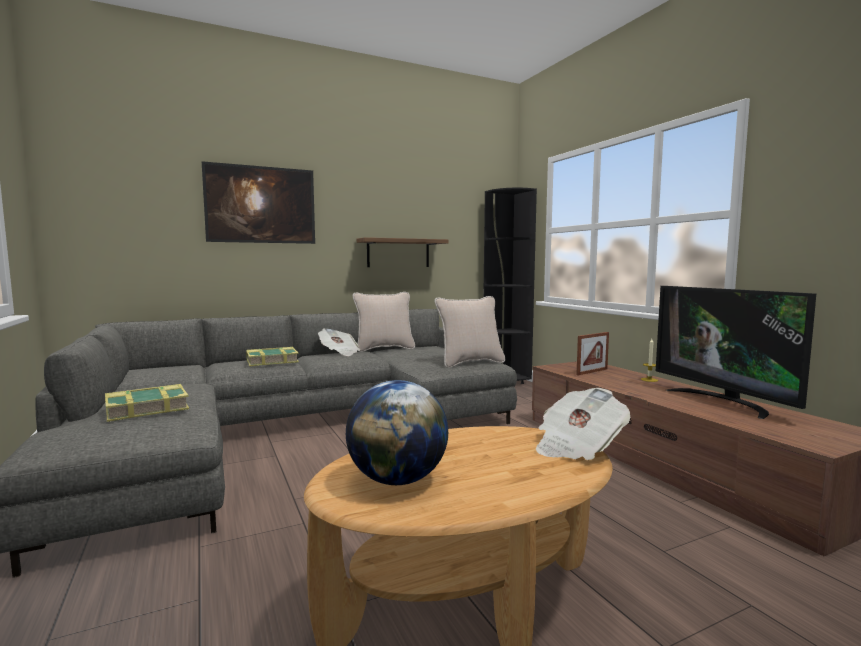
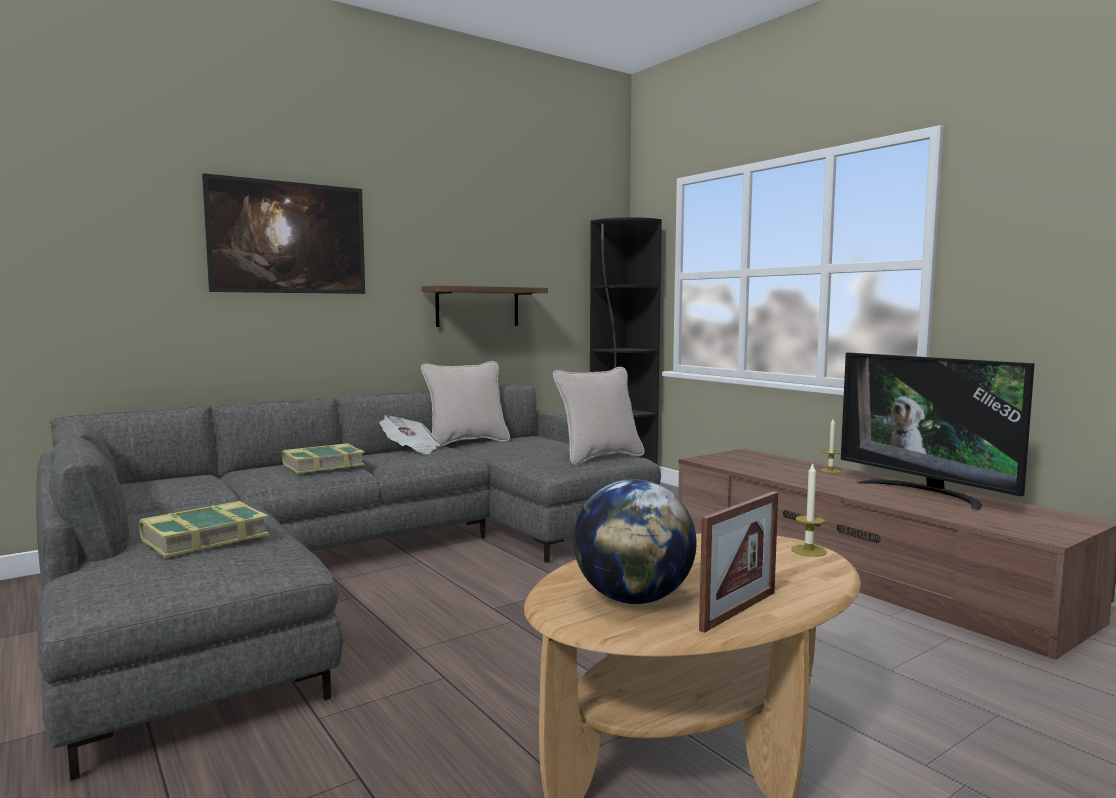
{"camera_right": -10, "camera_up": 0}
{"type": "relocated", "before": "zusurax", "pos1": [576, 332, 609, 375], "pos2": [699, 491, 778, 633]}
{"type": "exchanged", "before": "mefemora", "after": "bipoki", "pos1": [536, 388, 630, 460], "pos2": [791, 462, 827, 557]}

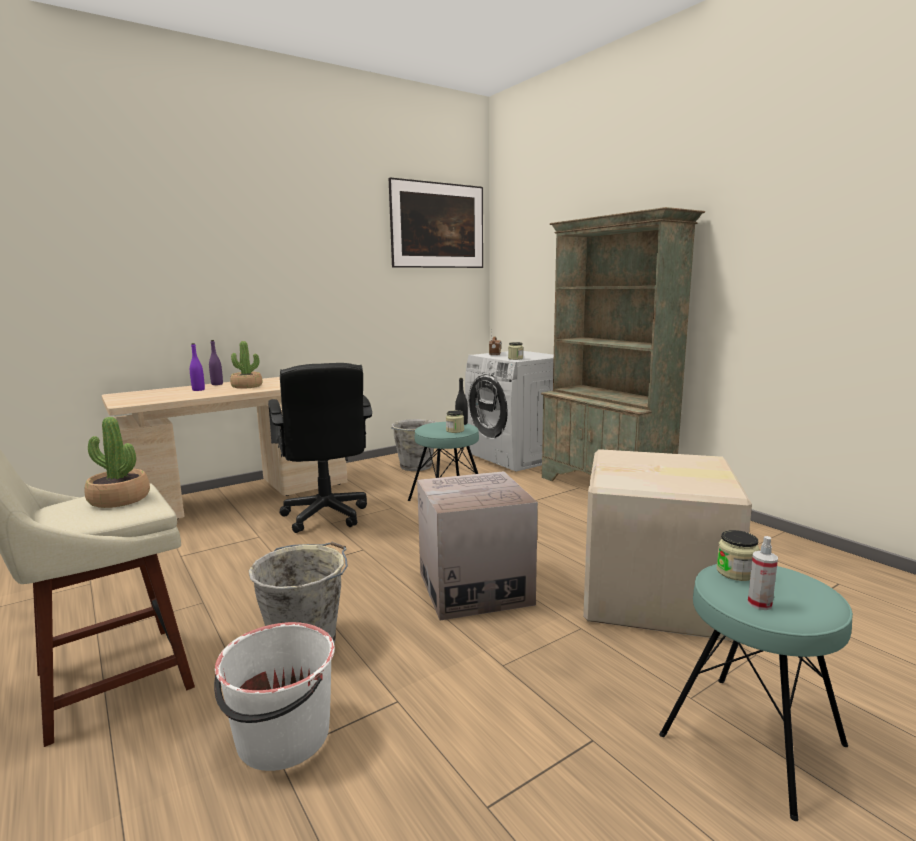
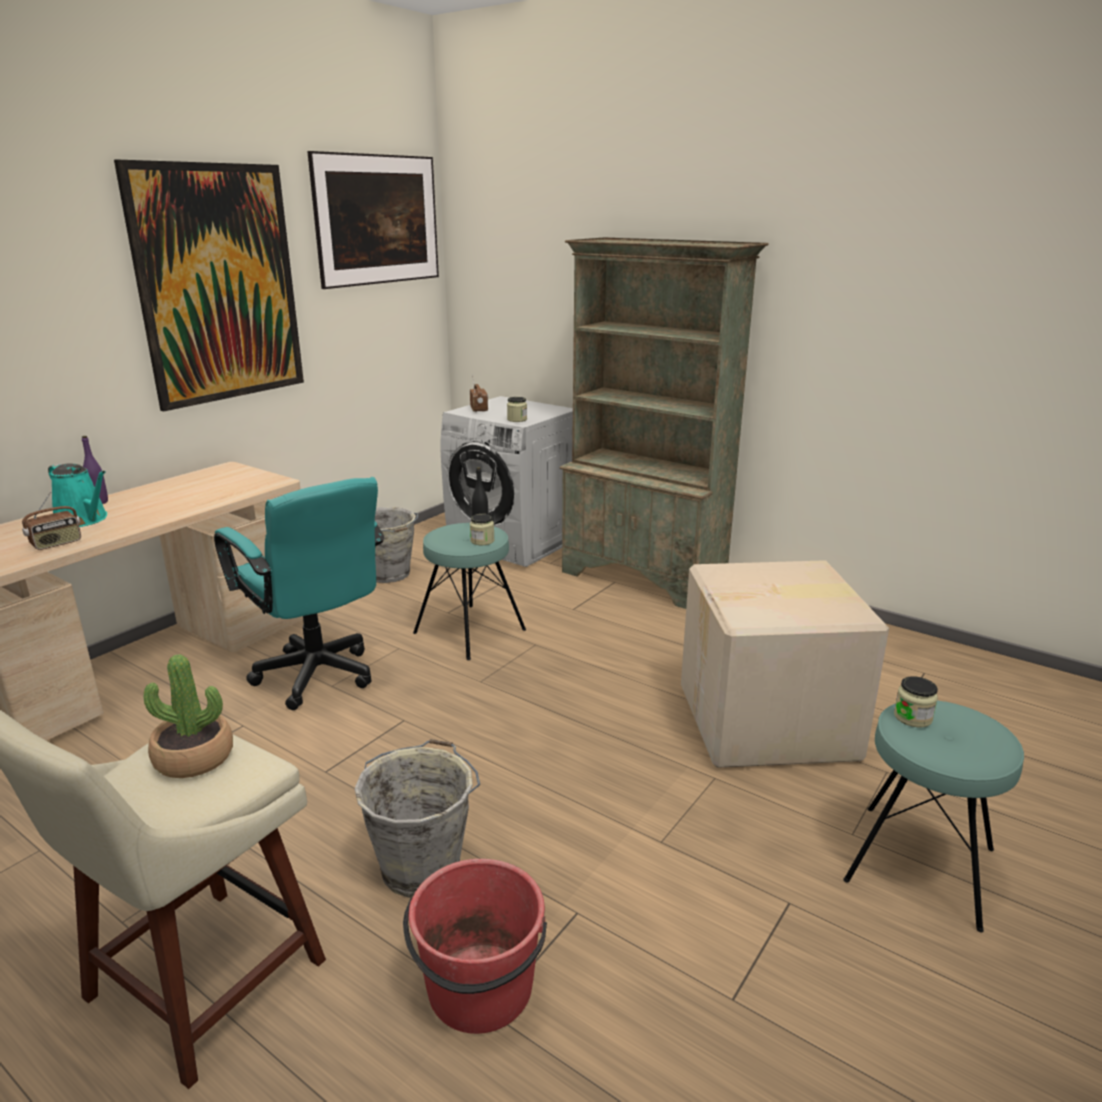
{"camera_right": -20, "camera_up": 10}
{"type": "appeared", "after": "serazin", "pos2": [22, 492, 81, 550]}
{"type": "exchanged", "before": "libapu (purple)", "after": "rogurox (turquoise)", "pos1": [190, 343, 205, 391], "pos2": [48, 463, 107, 527]}
{"type": "appeared", "after": "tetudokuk", "pos2": [114, 160, 304, 411]}
{"type": "colour", "before": "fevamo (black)", "after": "fevamo (turquoise)", "pos1": [268, 363, 372, 533], "pos2": [214, 477, 384, 710]}
{"type": "colour", "before": "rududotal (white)", "after": "rududotal (red)", "pos1": [214, 622, 335, 771], "pos2": [403, 859, 547, 1034]}
{"type": "missing", "before": "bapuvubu", "pos1": [230, 341, 262, 389]}
{"type": "missing", "before": "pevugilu", "pos1": [417, 471, 538, 620]}
{"type": "missing", "before": "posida", "pos1": [748, 536, 778, 610]}

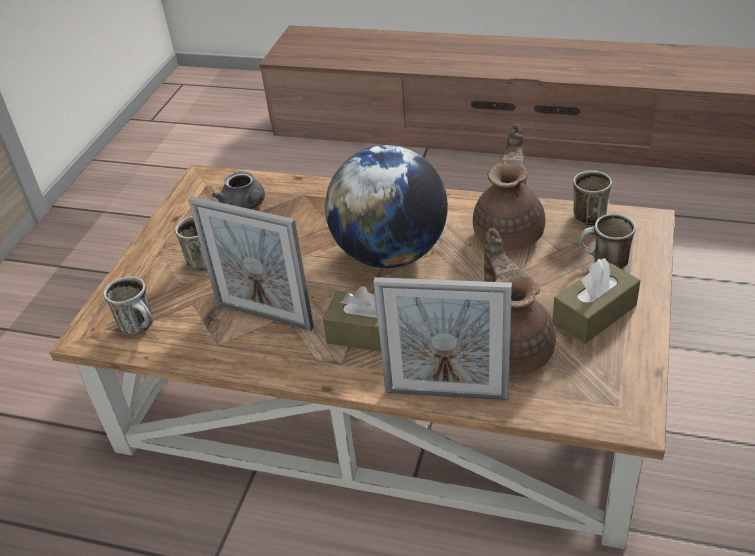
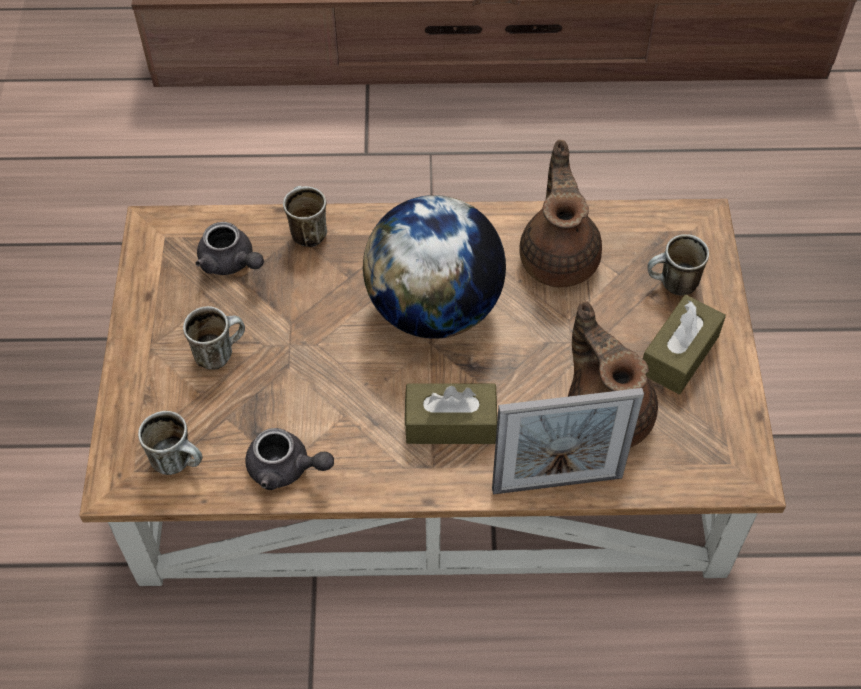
{"camera_right": -20, "camera_up": 15}
{"type": "appeared", "after": "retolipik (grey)", "pos2": [245, 428, 334, 490]}
{"type": "relocated", "before": "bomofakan", "pos1": [573, 171, 612, 226], "pos2": [283, 186, 327, 247]}
{"type": "missing", "before": "zusurax", "pos1": [188, 196, 314, 331]}

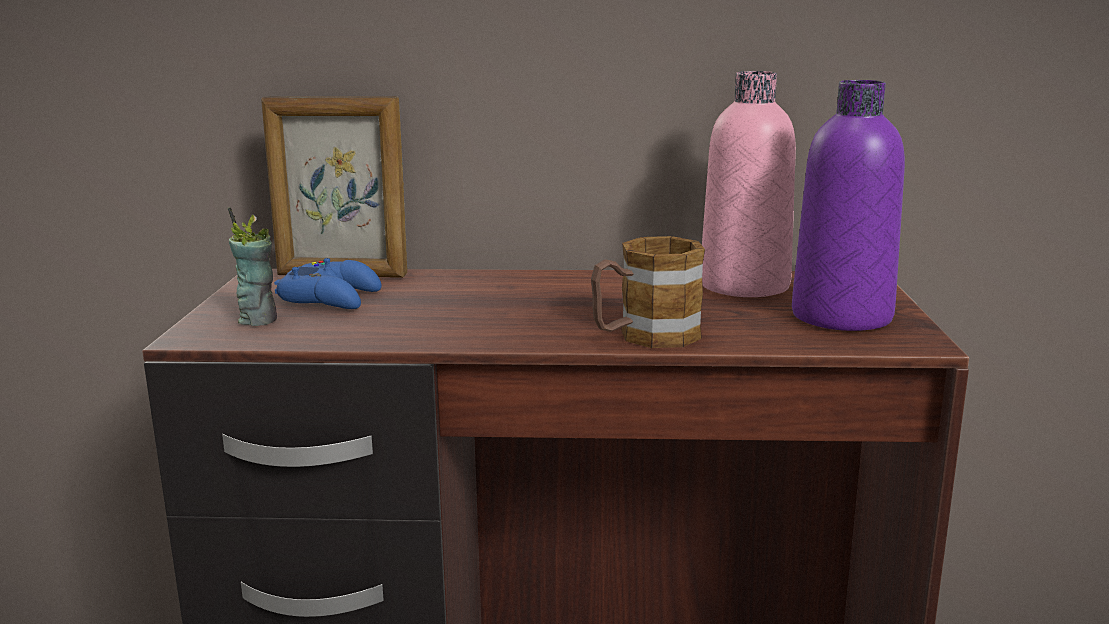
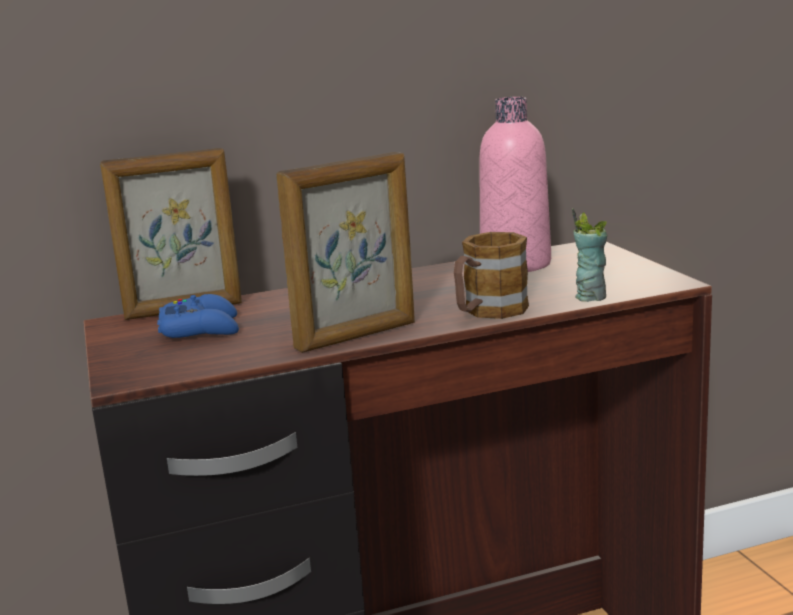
{"camera_right": -20, "camera_up": 0}
{"type": "appeared", "after": "zusurax", "pos2": [277, 152, 415, 353]}
{"type": "relocated", "before": "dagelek", "pos1": [228, 207, 277, 326], "pos2": [572, 208, 607, 302]}
{"type": "missing", "before": "libapu (purple)", "pos1": [792, 80, 905, 331]}

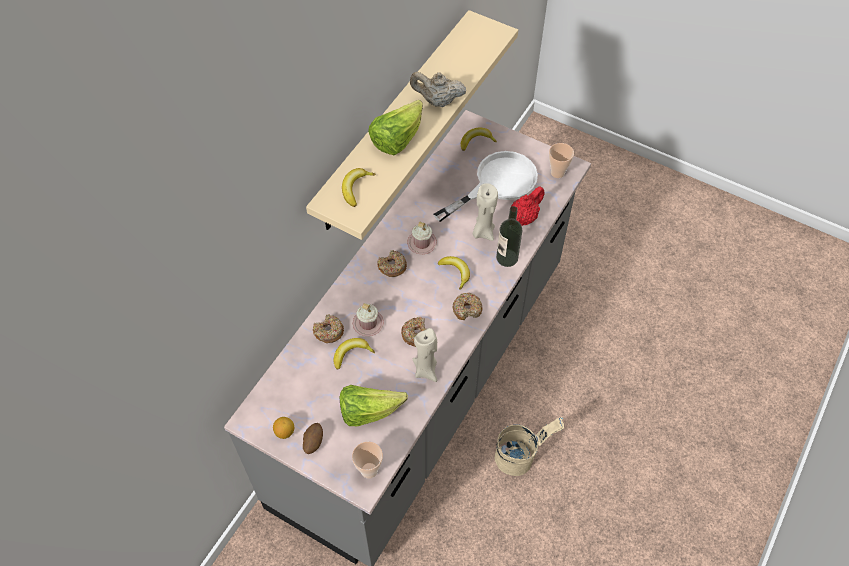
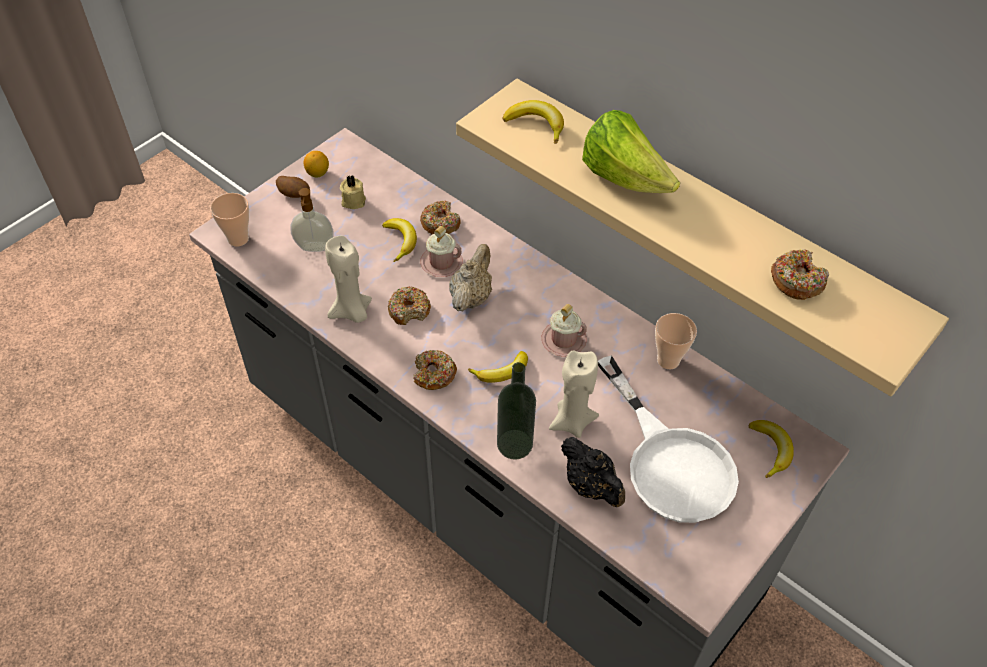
{"camera_right": 100, "camera_up": -5}
{"type": "exchanged", "before": "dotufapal", "after": "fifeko", "pos1": [340, 385, 408, 426], "pos2": [290, 188, 333, 252]}
{"type": "appeared", "after": "bipoki (beige)", "pos2": [340, 175, 366, 209]}
{"type": "relocated", "before": "retolipik (beige)", "pos1": [410, 72, 466, 107], "pos2": [449, 244, 492, 311]}
{"type": "colour", "before": "retolipik (red)", "after": "retolipik (black)", "pos1": [508, 186, 544, 226], "pos2": [561, 437, 625, 507]}
{"type": "relocated", "before": "dagelek", "pos1": [549, 143, 574, 178], "pos2": [655, 313, 697, 369]}
{"type": "relocated", "before": "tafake", "pos1": [377, 250, 407, 277], "pos2": [771, 249, 829, 300]}
{"type": "missing", "before": "rududotal (beige)", "pos1": [495, 417, 564, 476]}

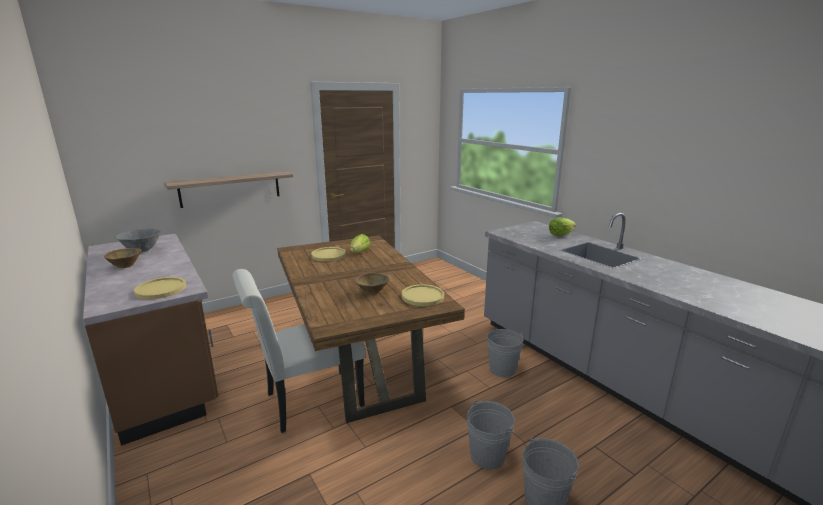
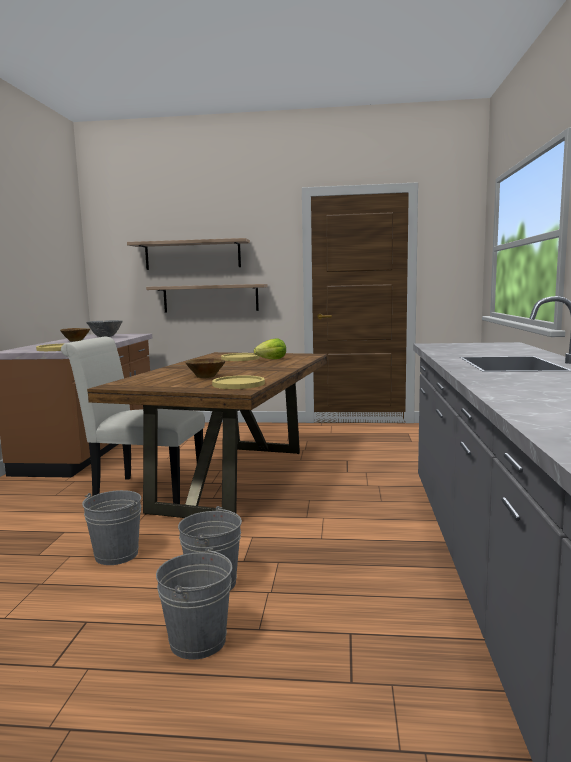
{"camera_right": 40, "camera_up": -10}
{"type": "relocated", "before": "rududotal (grey)", "pos1": [487, 329, 524, 377], "pos2": [82, 490, 141, 565]}
{"type": "appeared", "after": "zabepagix", "pos2": [127, 238, 250, 270]}
{"type": "missing", "before": "dotufapal", "pos1": [549, 218, 576, 236]}

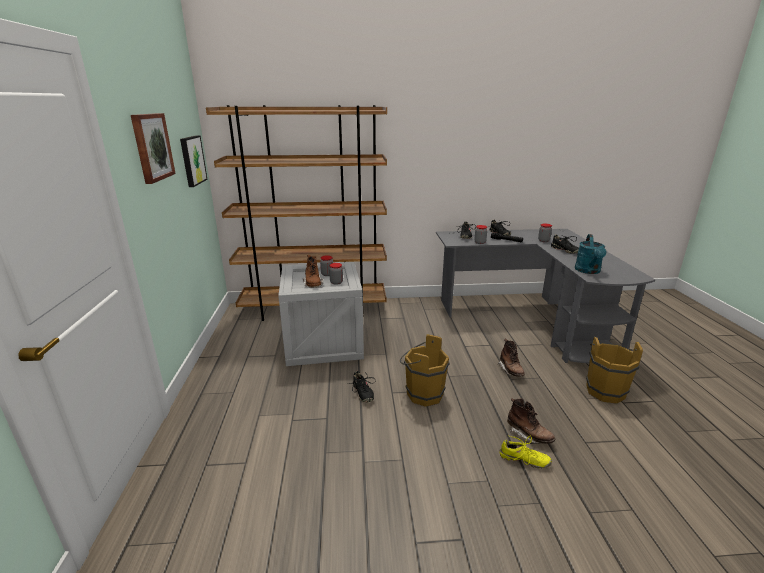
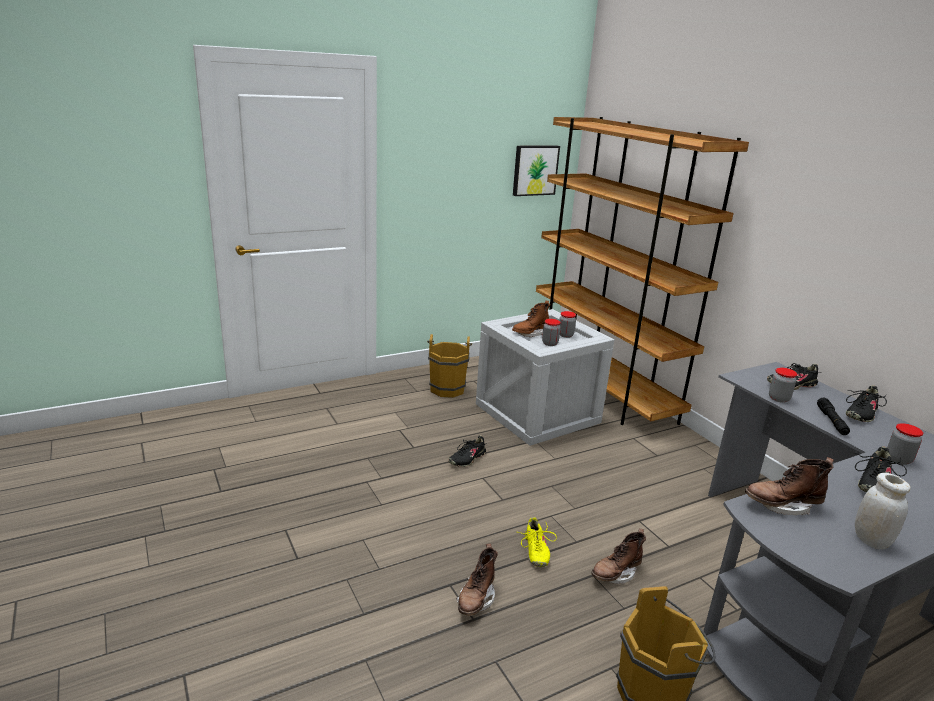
{"camera_right": 65, "camera_up": 0}
{"type": "relocated", "before": "rududotal (brown)", "pos1": [400, 334, 450, 407], "pos2": [427, 334, 472, 398]}
{"type": "relocated", "before": "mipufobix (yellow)", "pos1": [499, 436, 552, 468], "pos2": [518, 517, 557, 567]}
{"type": "exchanged", "before": "rogurox (turquoise)", "after": "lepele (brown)", "pos1": [575, 234, 607, 274], "pos2": [745, 457, 834, 515]}
{"type": "appeared", "after": "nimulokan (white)", "pos2": [855, 473, 911, 550]}
{"type": "missing", "before": "tetudokuk", "pos1": [131, 113, 176, 184]}

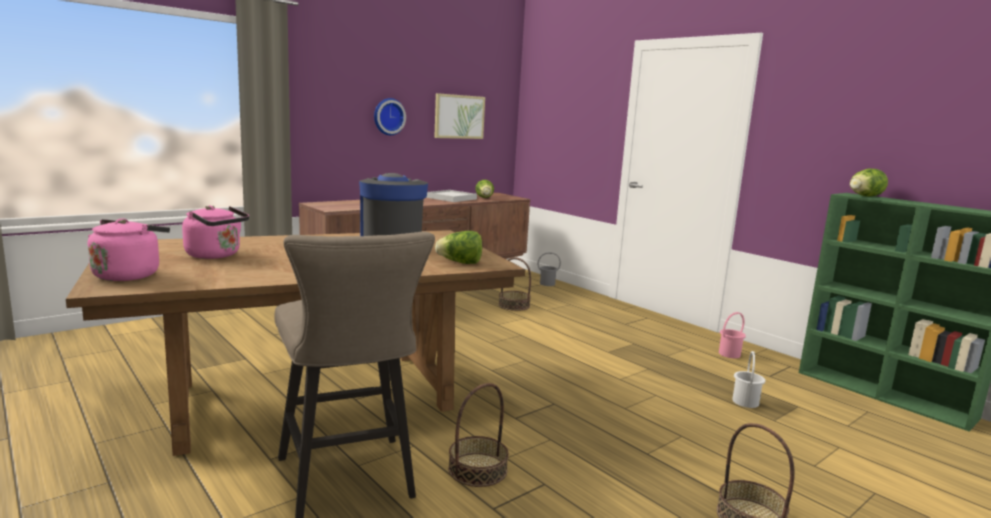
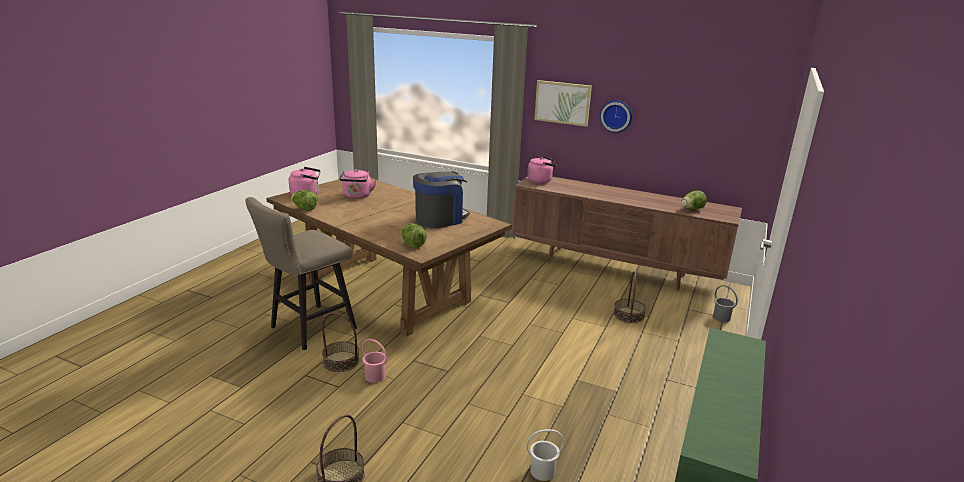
{"camera_right": 65, "camera_up": 10}
{"type": "relocated", "before": "dotufapal", "pos1": [850, 169, 888, 197], "pos2": [291, 190, 318, 211]}
{"type": "relocated", "before": "rududotal (pink)", "pos1": [719, 312, 746, 358], "pos2": [362, 339, 387, 383]}
{"type": "appeared", "after": "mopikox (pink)", "pos2": [527, 156, 557, 183]}
{"type": "relocated", "before": "tetudokuk", "pos1": [434, 93, 485, 139], "pos2": [534, 80, 592, 127]}
{"type": "missing", "before": "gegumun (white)", "pos1": [426, 190, 477, 202]}

